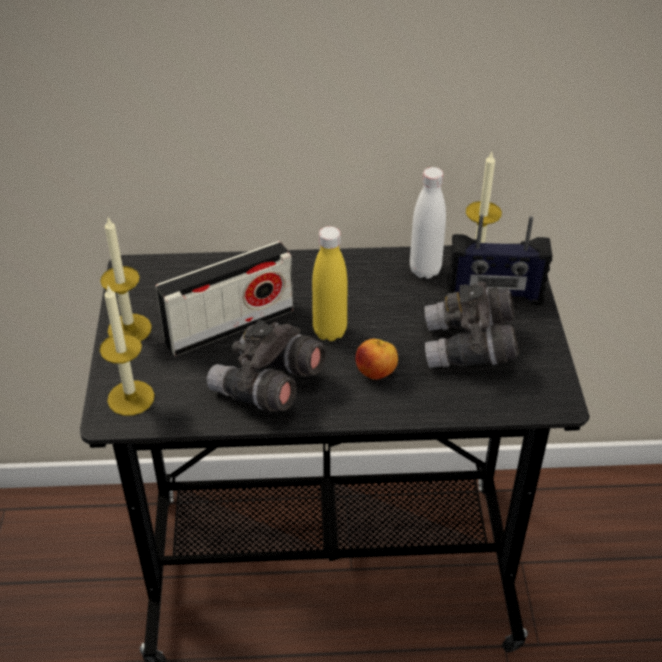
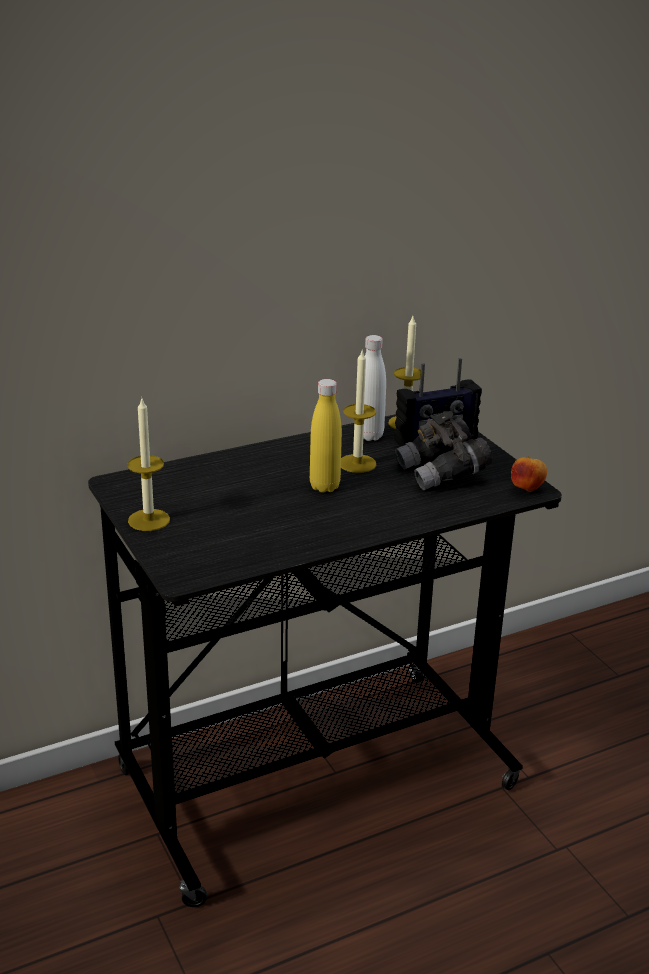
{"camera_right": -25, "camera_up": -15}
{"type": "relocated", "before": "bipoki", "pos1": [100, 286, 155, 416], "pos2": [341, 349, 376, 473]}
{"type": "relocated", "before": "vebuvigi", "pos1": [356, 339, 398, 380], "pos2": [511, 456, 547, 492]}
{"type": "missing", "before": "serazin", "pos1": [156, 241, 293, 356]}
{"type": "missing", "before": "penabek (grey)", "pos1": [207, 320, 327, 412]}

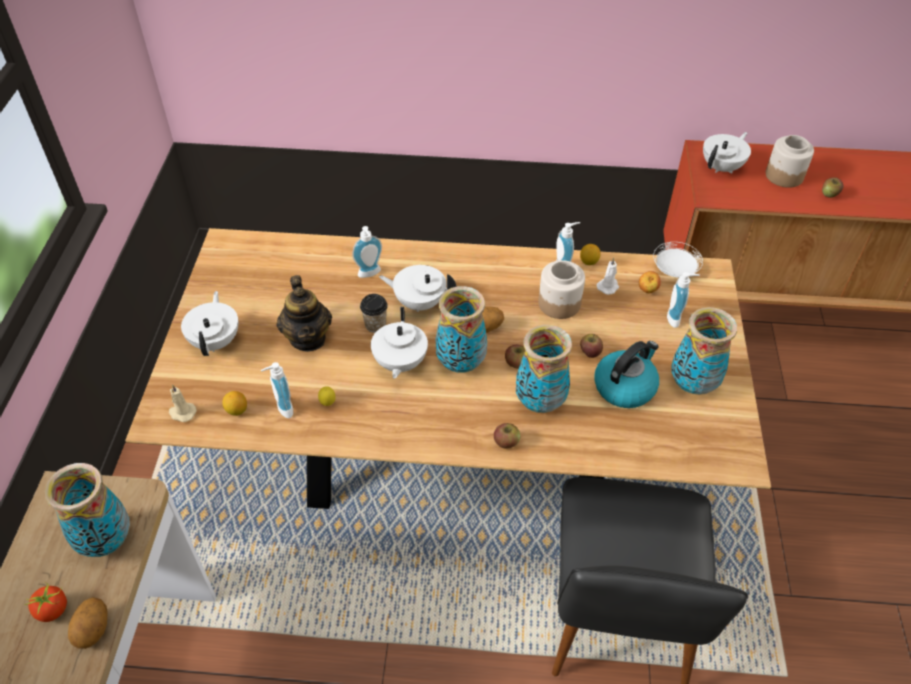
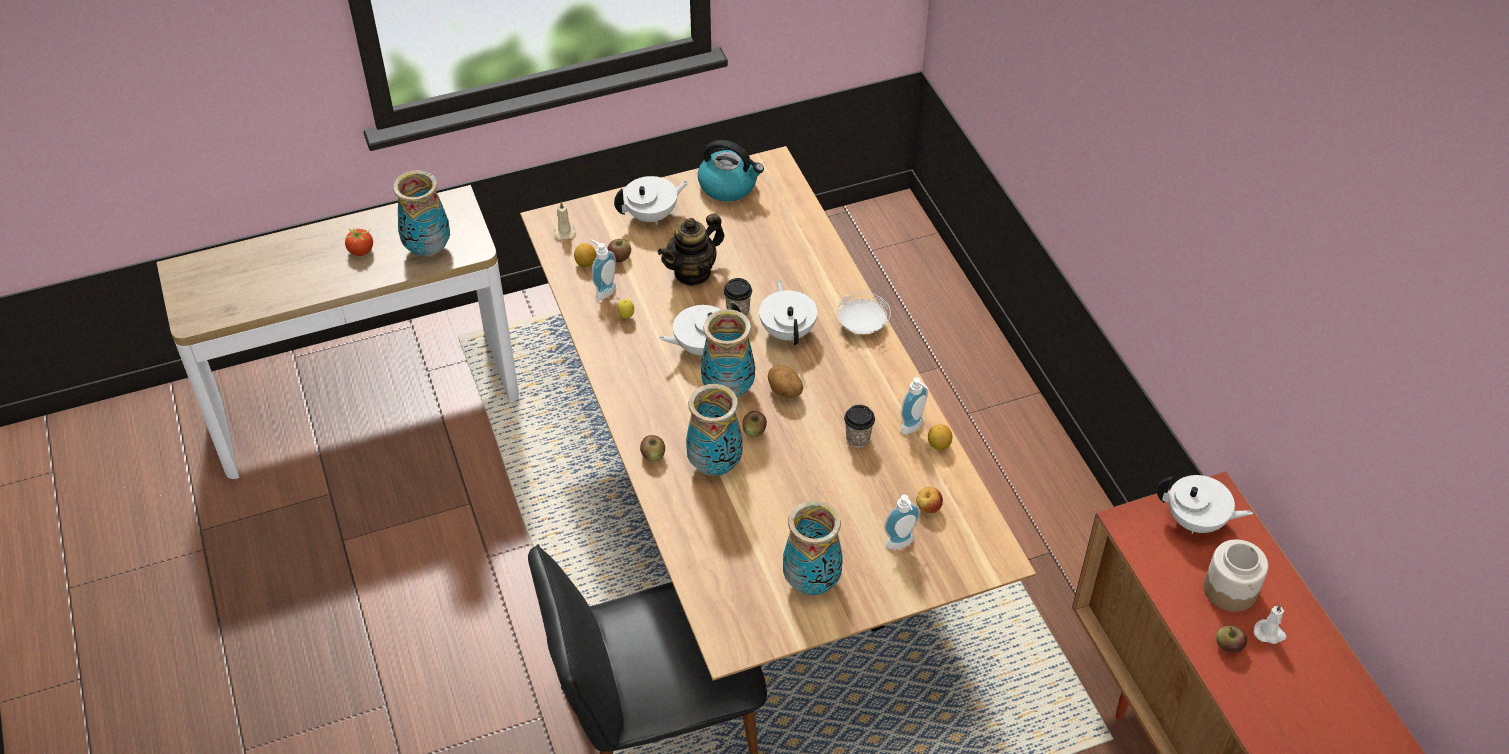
{"camera_right": 65, "camera_up": 0}
{"type": "relocated", "before": "vebuvigi", "pos1": [580, 334, 603, 358], "pos2": [607, 239, 631, 262]}
{"type": "relocated", "before": "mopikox", "pos1": [594, 341, 659, 408], "pos2": [698, 140, 764, 201]}
{"type": "relocated", "before": "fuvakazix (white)", "pos1": [653, 242, 703, 278], "pos2": [835, 292, 891, 334]}
{"type": "exchanged", "before": "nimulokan", "after": "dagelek", "pos1": [538, 260, 585, 319], "pos2": [844, 405, 875, 448]}
{"type": "relocated", "before": "bipoki (white)", "pos1": [597, 258, 619, 295], "pos2": [1254, 604, 1287, 644]}
{"type": "missing", "before": "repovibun", "pos1": [68, 597, 108, 649]}
{"type": "missing", "before": "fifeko", "pos1": [352, 226, 382, 278]}

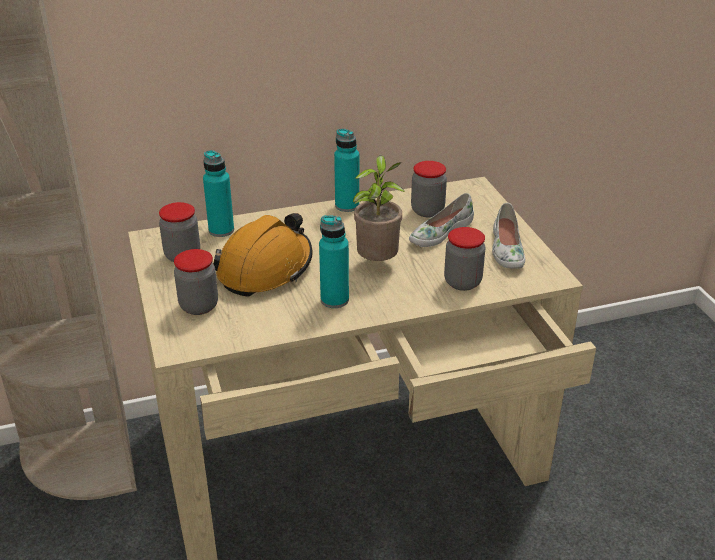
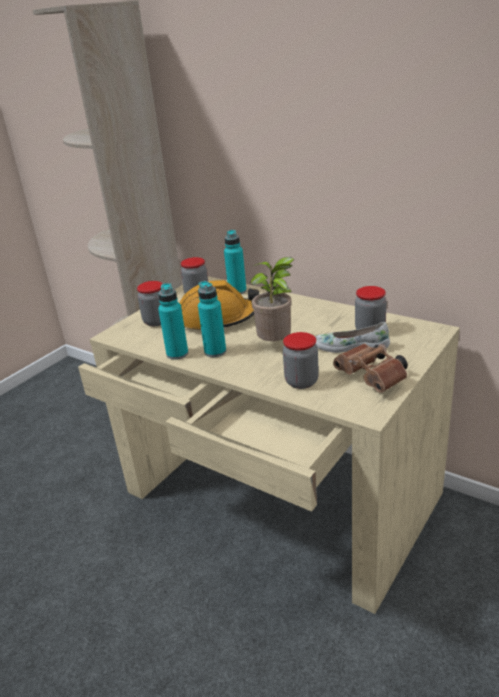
{"camera_right": 55, "camera_up": -5}
{"type": "relocated", "before": "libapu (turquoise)", "pos1": [334, 128, 359, 212], "pos2": [158, 283, 188, 360]}
{"type": "exchanged", "before": "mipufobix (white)", "after": "penabek (brown)", "pos1": [492, 203, 525, 269], "pos2": [333, 343, 408, 393]}

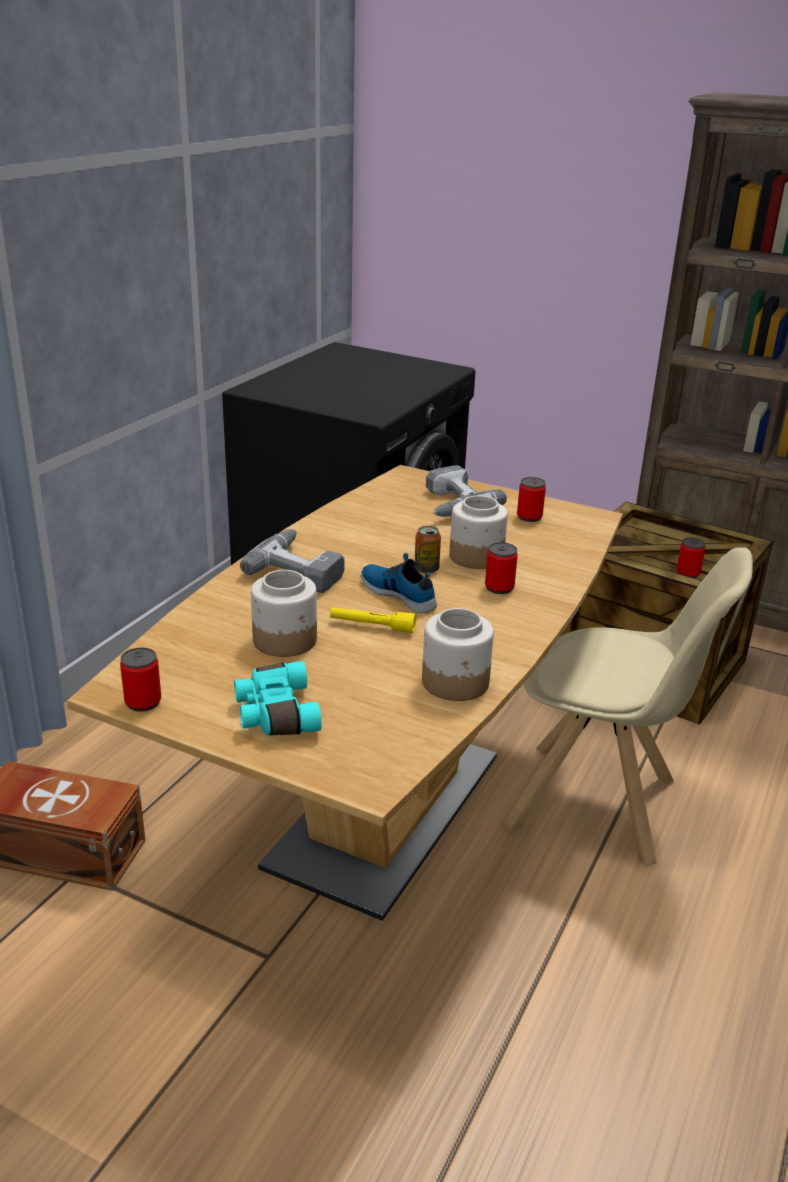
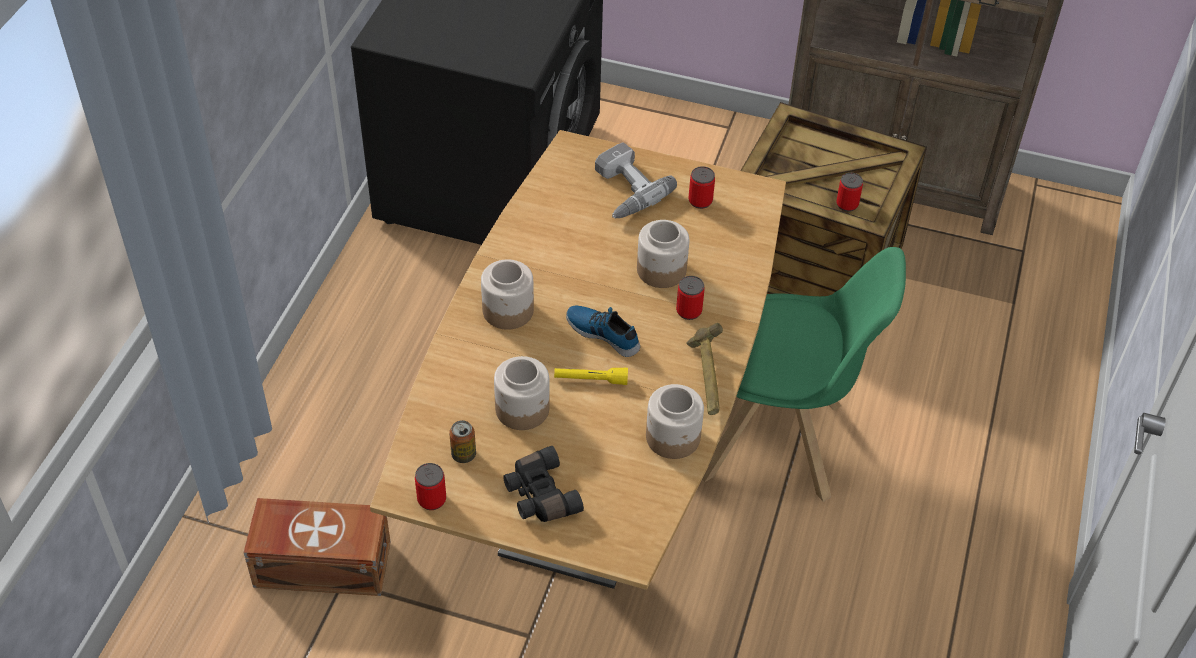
{"camera_right": -10, "camera_up": 20}
{"type": "relocated", "before": "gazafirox", "pos1": [414, 526, 441, 574], "pos2": [449, 420, 476, 463]}
{"type": "exchanged", "before": "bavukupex", "after": "nimulokan", "pos1": [240, 529, 345, 593], "pos2": [481, 259, 534, 330]}
{"type": "colour", "before": "penabek (turquoise)", "after": "penabek (black)", "pos1": [234, 661, 322, 735], "pos2": [503, 446, 584, 522]}
{"type": "appeared", "after": "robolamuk", "pos2": [686, 323, 723, 415]}
{"type": "colour", "before": "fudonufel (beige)", "after": "fudonufel (green)", "pos1": [504, 547, 753, 867], "pos2": [702, 247, 906, 502]}

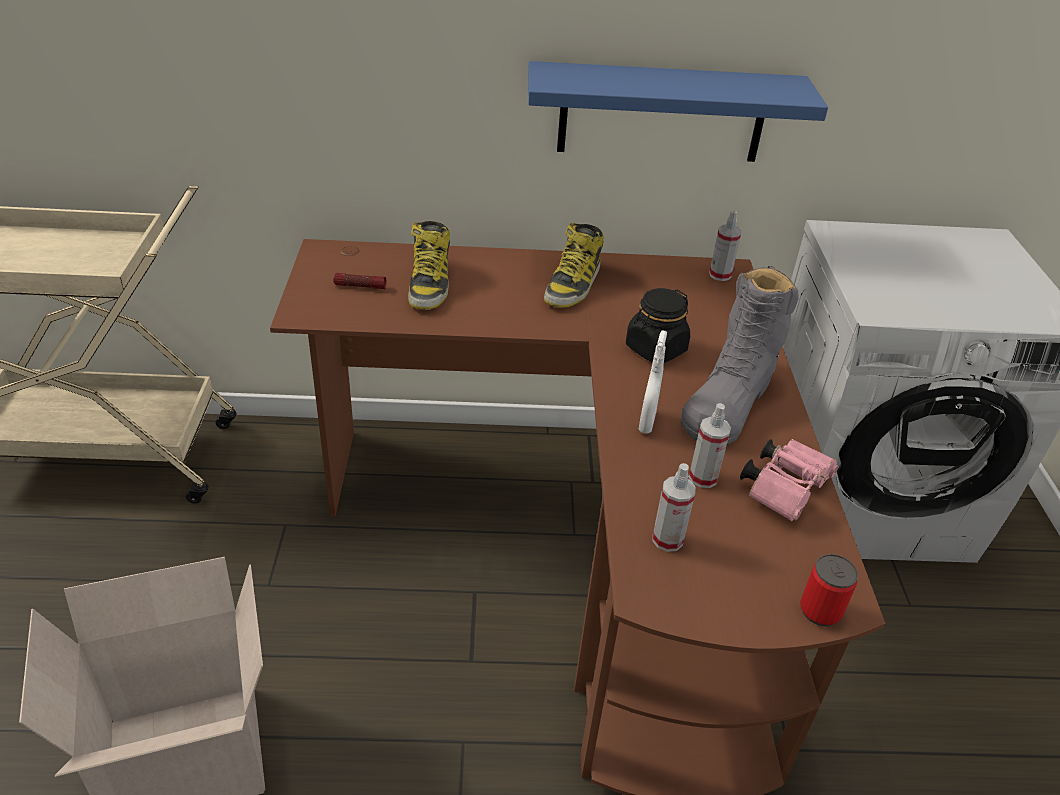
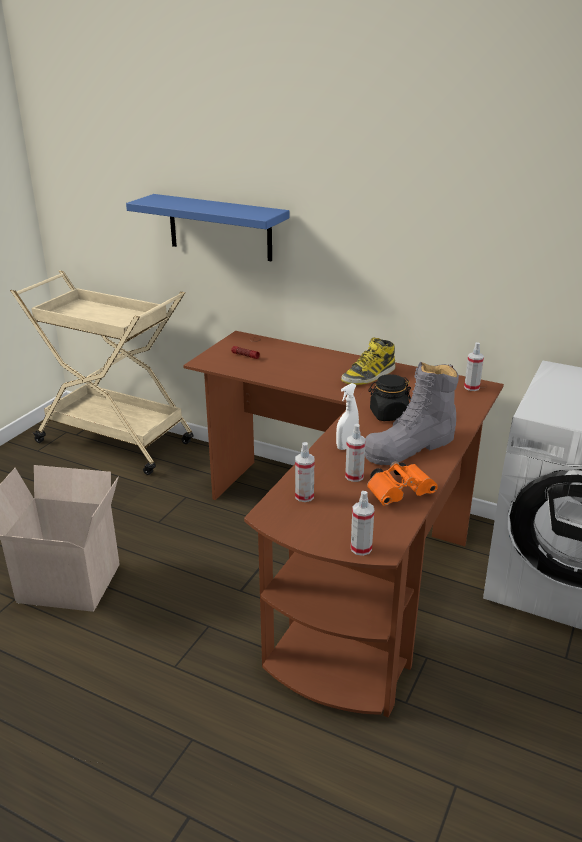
{"camera_right": 30, "camera_up": -10}
{"type": "relocated", "before": "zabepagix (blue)", "pos1": [528, 61, 828, 162], "pos2": [126, 194, 289, 262]}
{"type": "exchanged", "before": "gazafirox", "after": "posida", "pos1": [800, 554, 858, 626], "pos2": [351, 491, 374, 556]}
{"type": "colour", "before": "penabek (pink)", "after": "penabek (orange)", "pos1": [740, 439, 838, 521], "pos2": [367, 462, 438, 506]}
{"type": "missing", "before": "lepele", "pos1": [408, 221, 450, 310]}

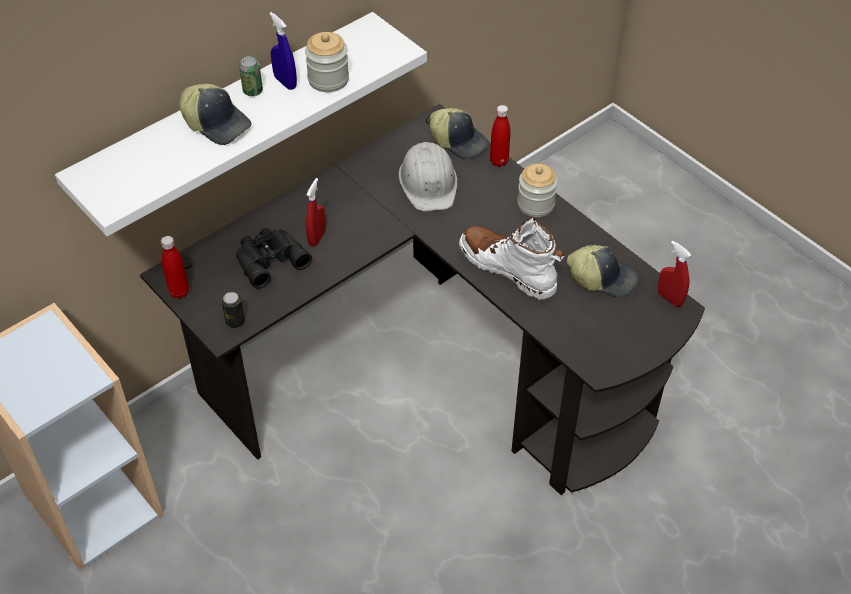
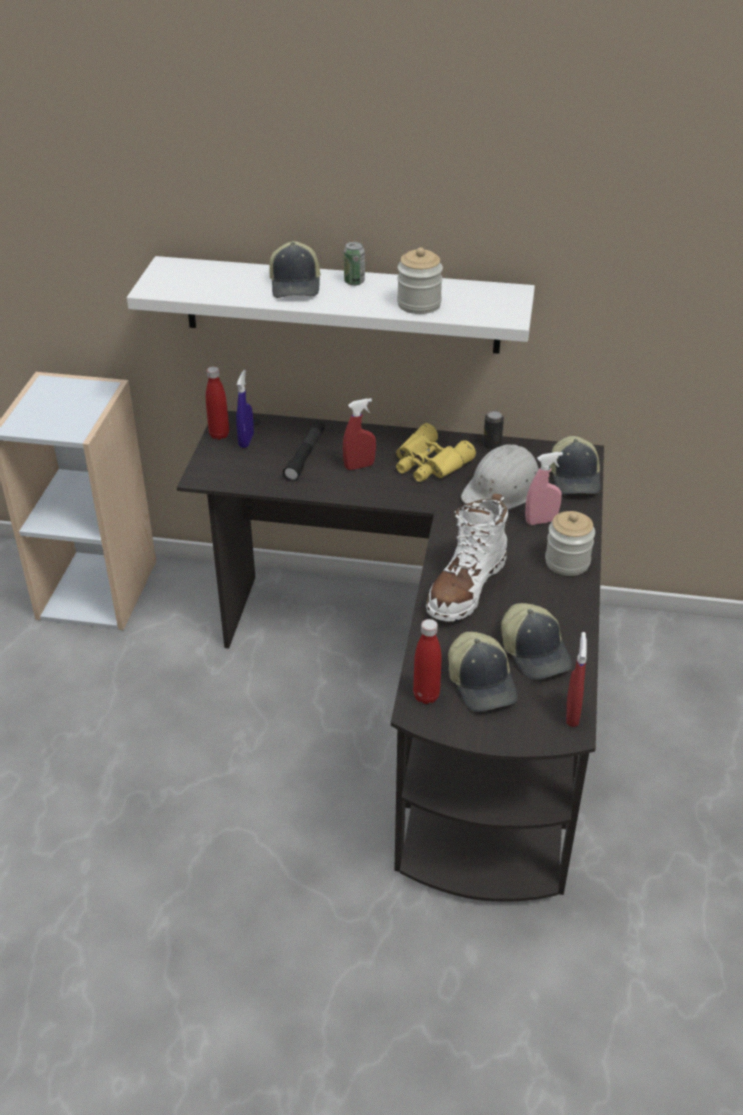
{"camera_right": 50, "camera_up": -10}
{"type": "relocated", "before": "posida (blue)", "pos1": [269, 12, 297, 90], "pos2": [236, 370, 254, 448]}
{"type": "exchanged", "before": "penabek (black)", "after": "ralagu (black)", "pos1": [236, 228, 312, 289], "pos2": [283, 421, 325, 481]}
{"type": "appeared", "after": "penabek (yellow)", "pos2": [396, 423, 476, 482]}
{"type": "relocated", "before": "libapu (red)", "pos1": [490, 105, 510, 167], "pos2": [413, 619, 441, 704]}
{"type": "spun", "before": "lepele (white)", "pos1": [459, 217, 565, 299], "pos2": [426, 494, 508, 621], "turn": -150}
{"type": "appeared", "after": "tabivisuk", "pos2": [448, 632, 518, 712]}
{"type": "relocated", "before": "gazafirox", "pos1": [221, 292, 245, 328], "pos2": [483, 411, 504, 450]}
{"type": "appeared", "after": "posida (pink)", "pos2": [525, 452, 563, 525]}

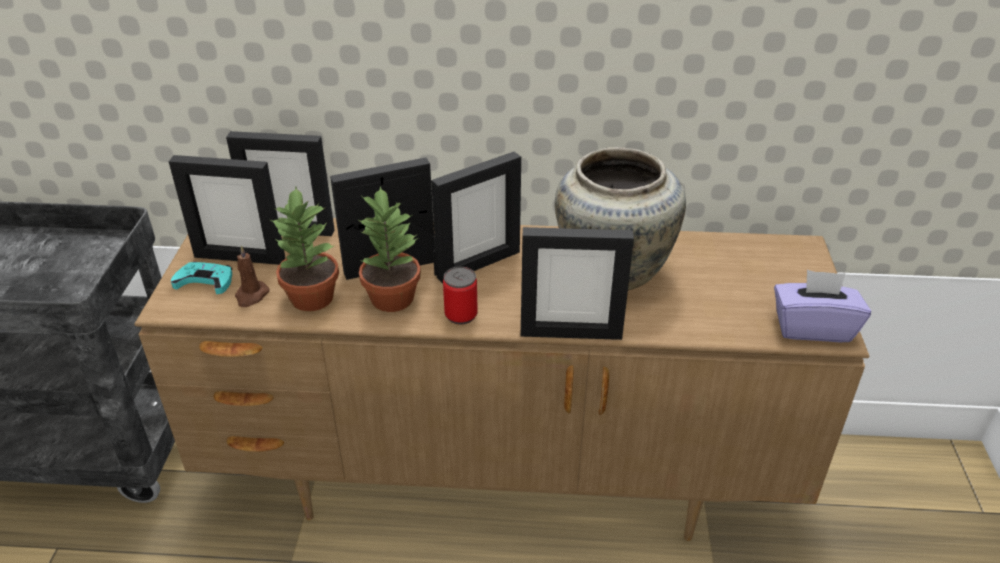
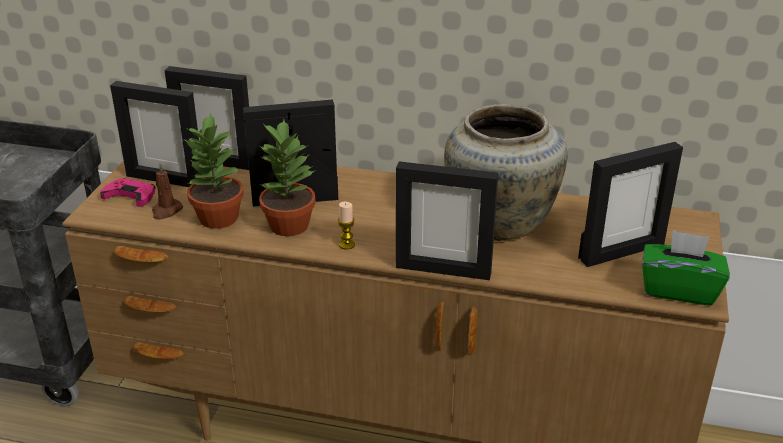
{"camera_right": 10, "camera_up": -5}
{"type": "colour", "before": "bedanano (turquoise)", "after": "bedanano (pink)", "pos1": [171, 262, 232, 294], "pos2": [100, 178, 155, 207]}
{"type": "exchanged", "before": "gazafirox", "after": "bipoki", "pos1": [443, 267, 478, 324], "pos2": [338, 202, 355, 250]}
{"type": "relocated", "before": "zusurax", "pos1": [431, 152, 521, 283], "pos2": [578, 142, 683, 267]}
{"type": "colour", "before": "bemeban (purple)", "after": "bemeban (green)", "pos1": [774, 270, 871, 342], "pos2": [642, 230, 730, 305]}

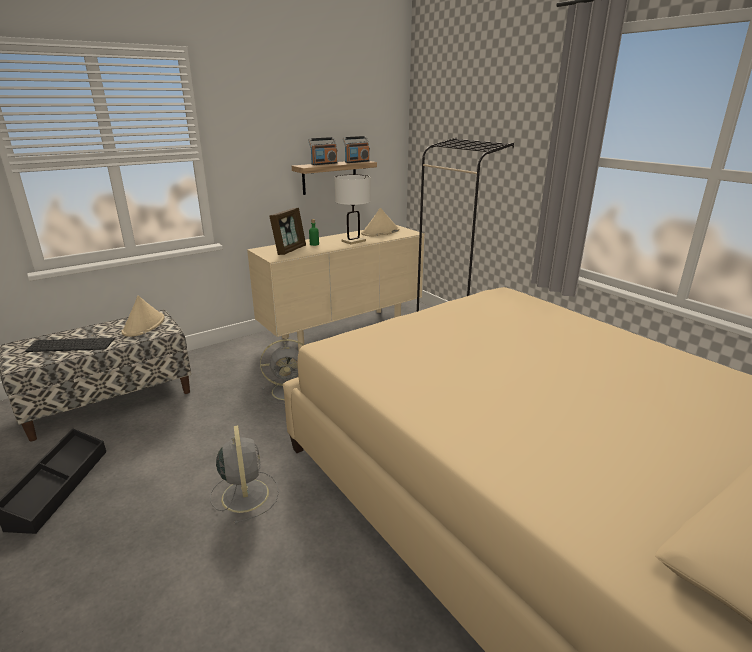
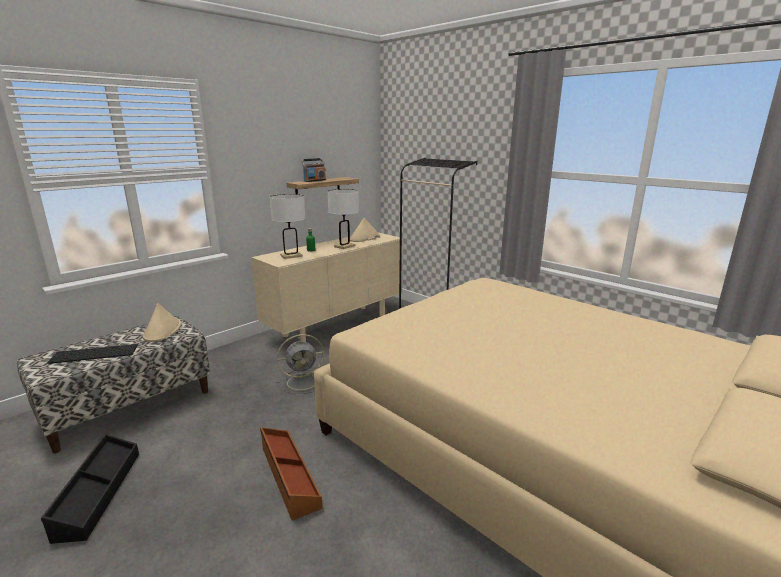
{"camera_right": -10, "camera_up": -5}
{"type": "exchanged", "before": "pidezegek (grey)", "after": "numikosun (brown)", "pos1": [210, 425, 279, 524], "pos2": [260, 427, 323, 520]}
{"type": "exchanged", "before": "zusurax", "after": "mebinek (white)", "pos1": [269, 208, 306, 255], "pos2": [270, 194, 306, 259]}
{"type": "missing", "before": "serazin", "pos1": [343, 136, 370, 163]}

